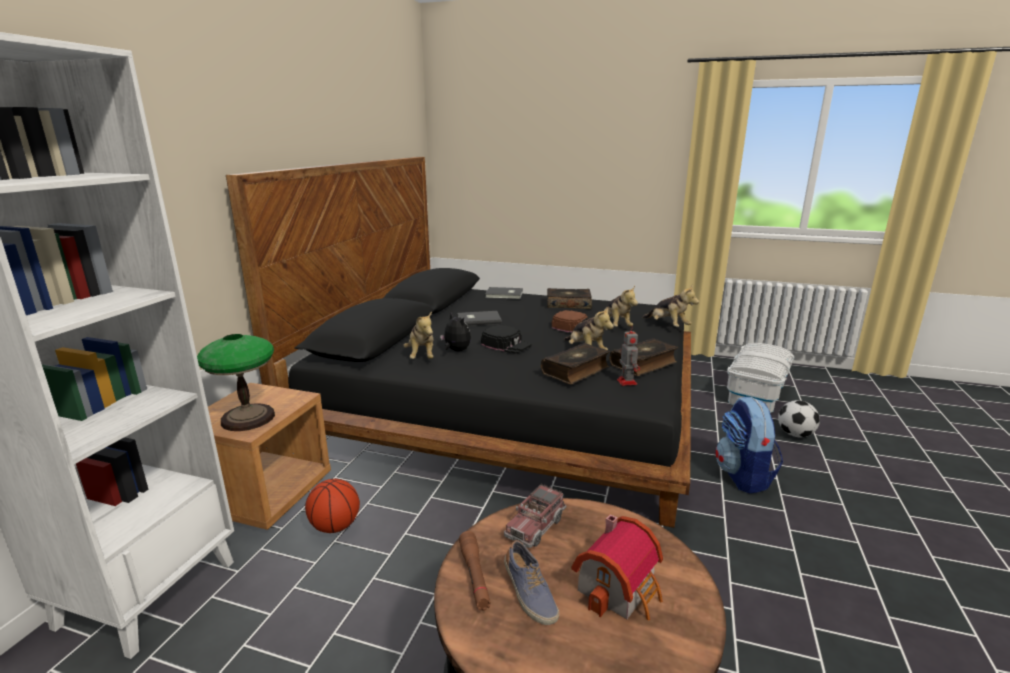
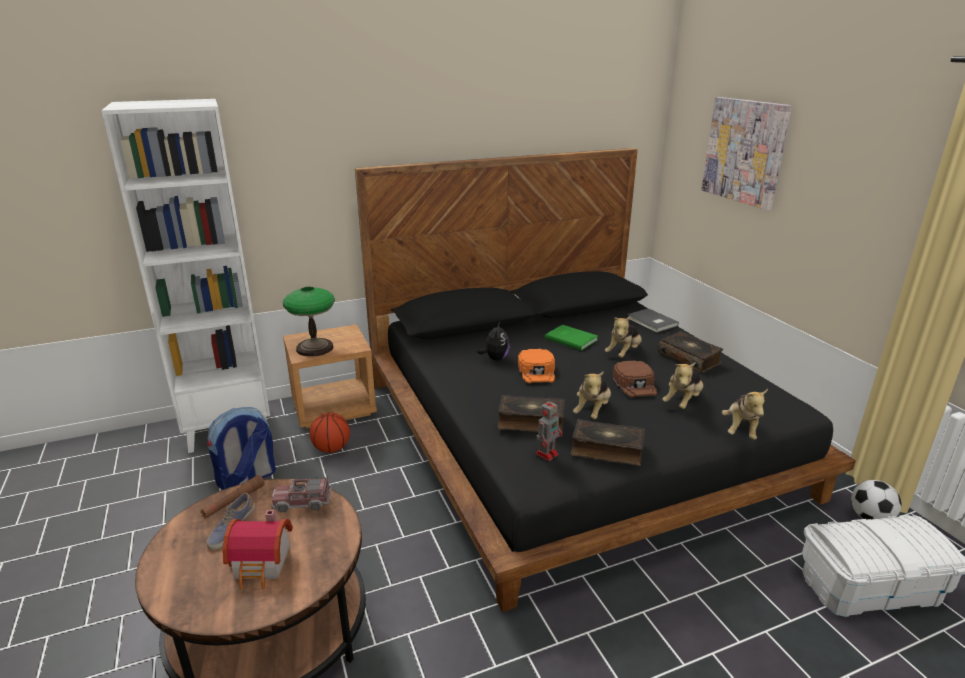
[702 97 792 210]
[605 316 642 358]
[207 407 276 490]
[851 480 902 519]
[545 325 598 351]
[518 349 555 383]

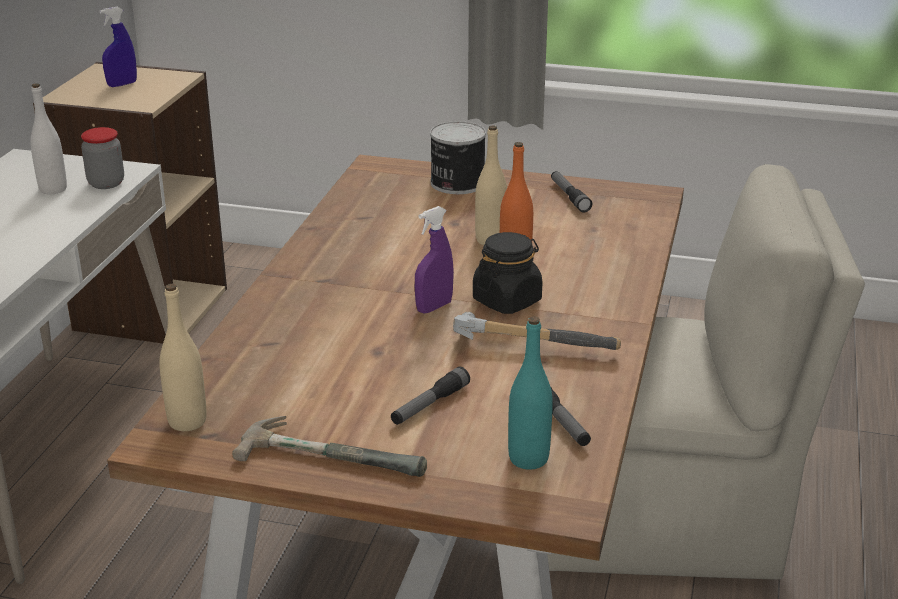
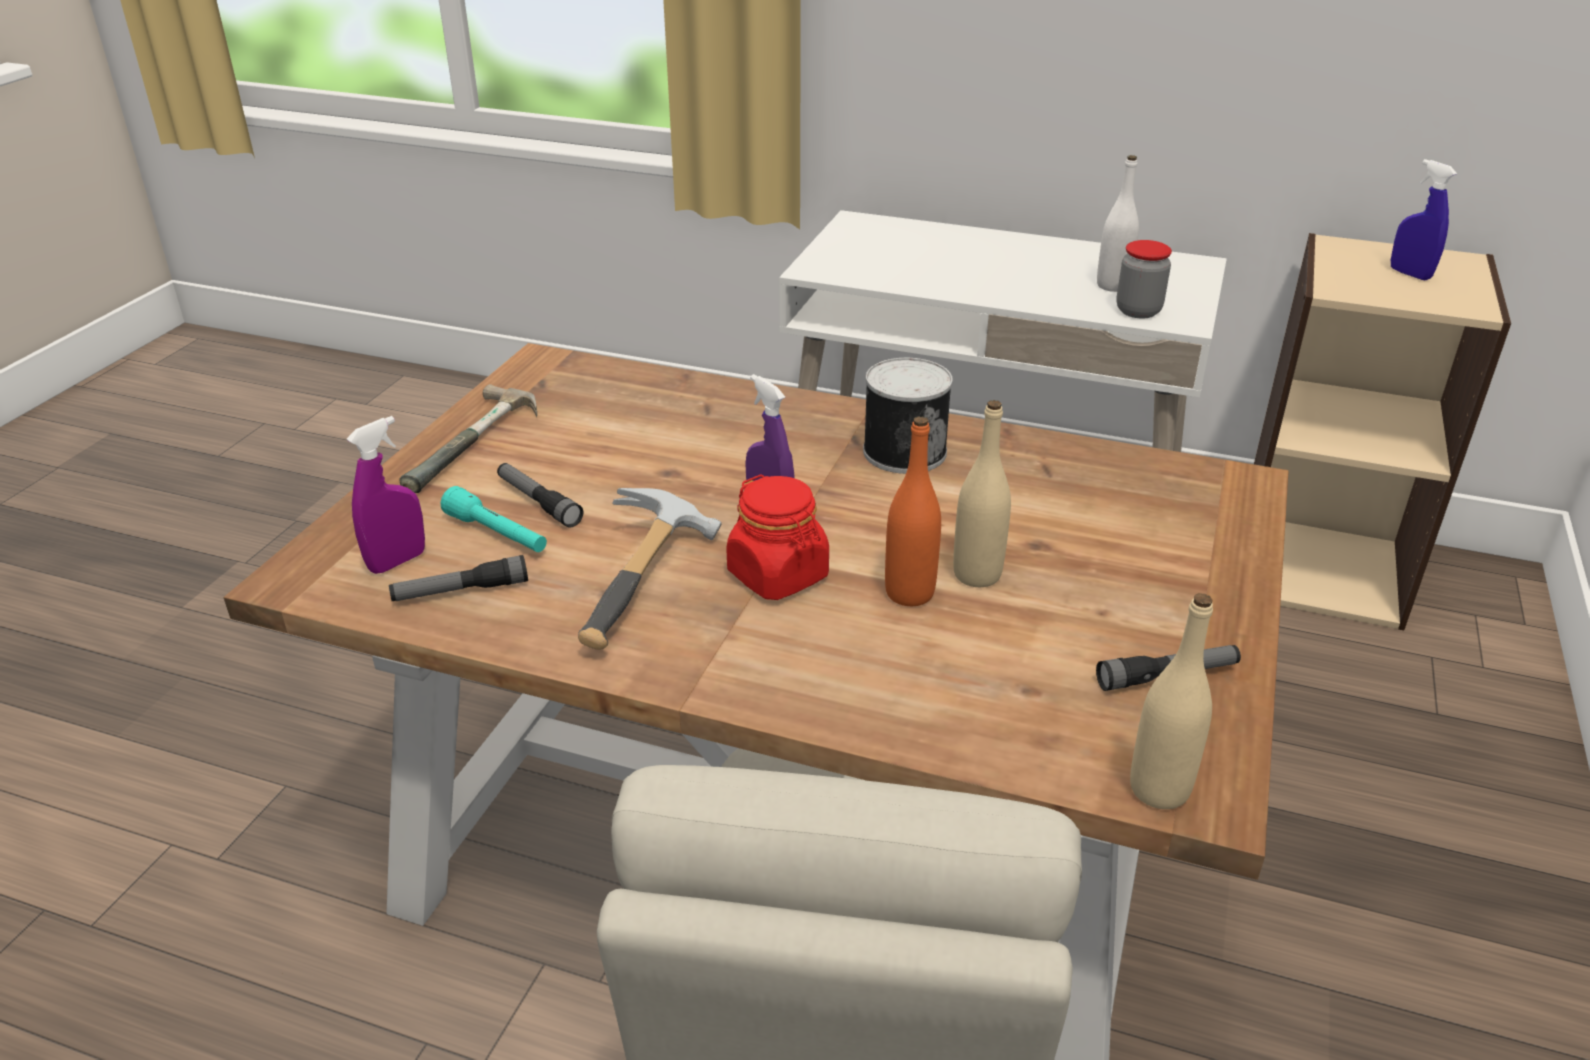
[441 486 547 552]
[1130 593 1213 809]
[863 358 953 474]
[347 416 425 574]
[726 474 829 600]

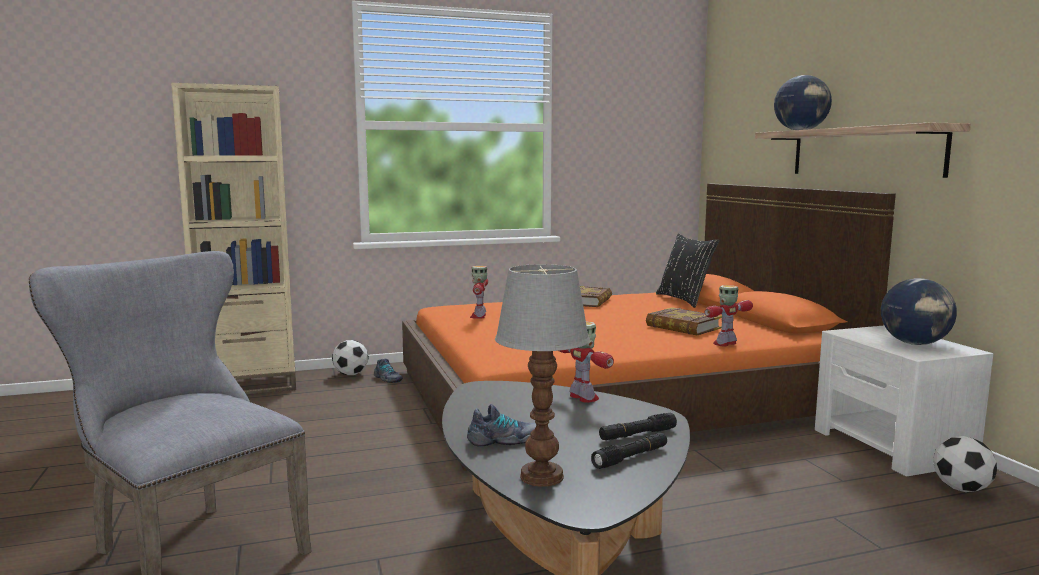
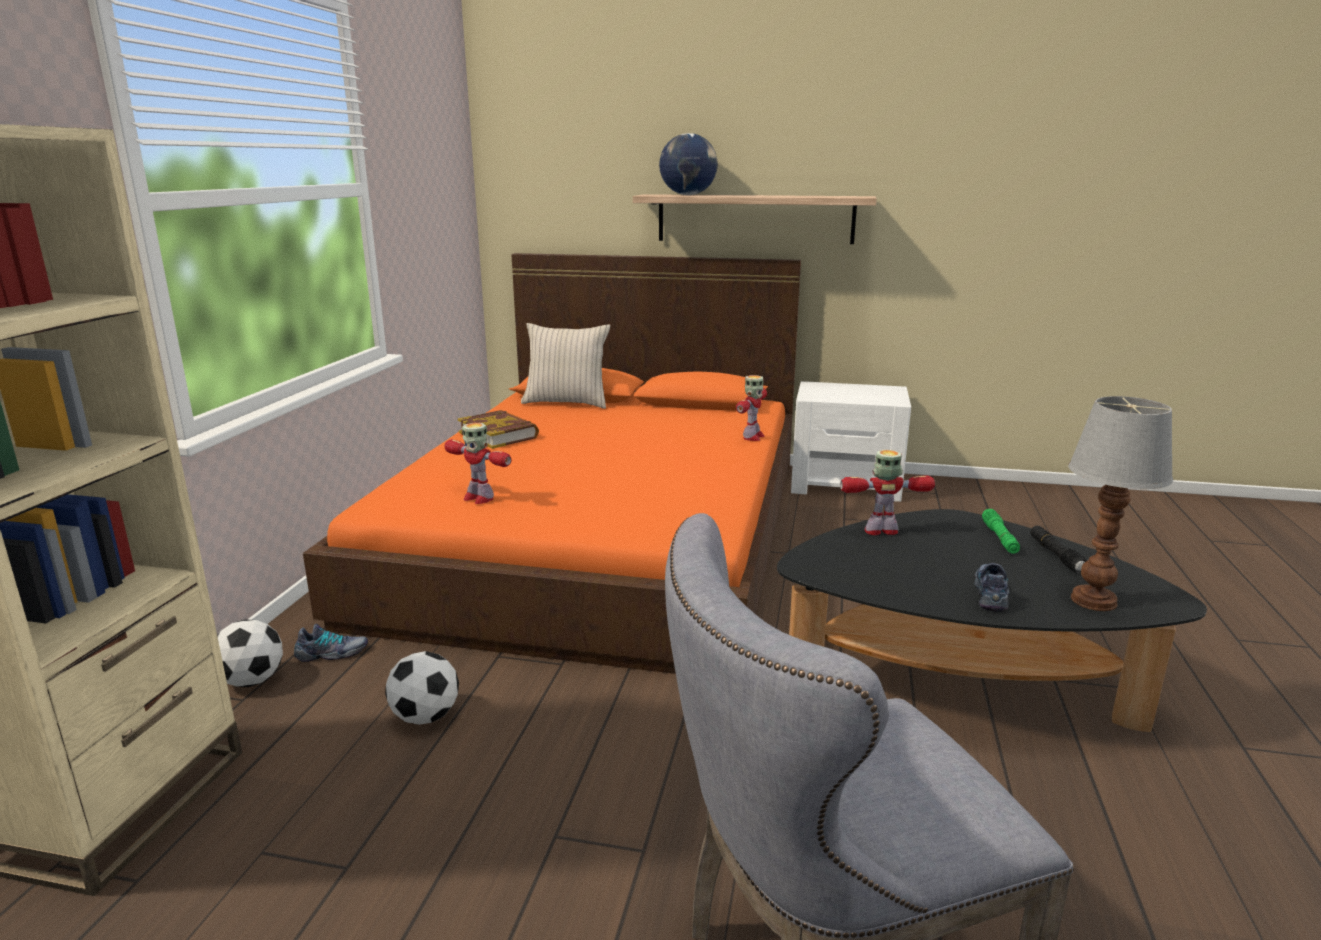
[646 307 722 335] (first image)
[881 278 957 345] (first image)
[385 651 459 725]
[982 509 1020 554]
[521 323 610 409]
[736 375 767 441]

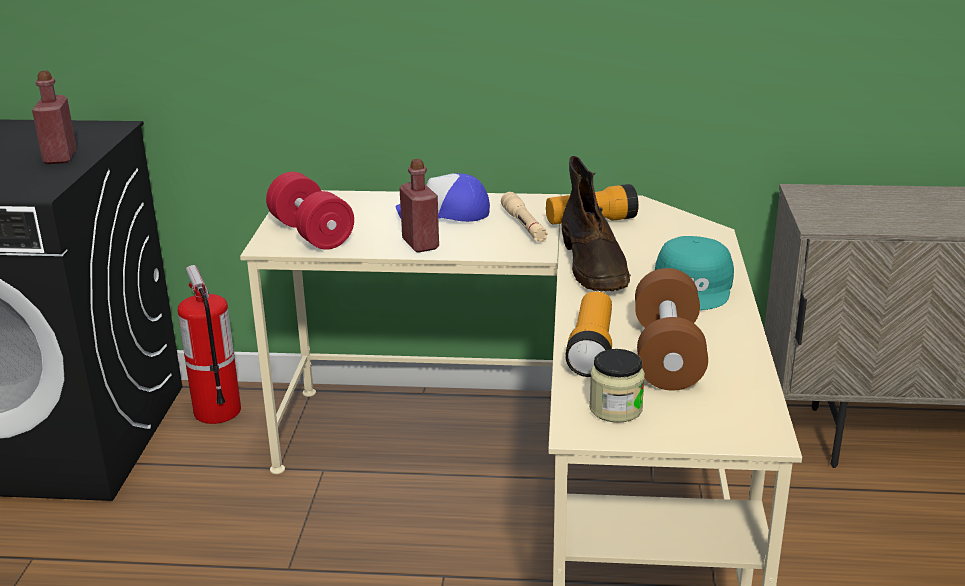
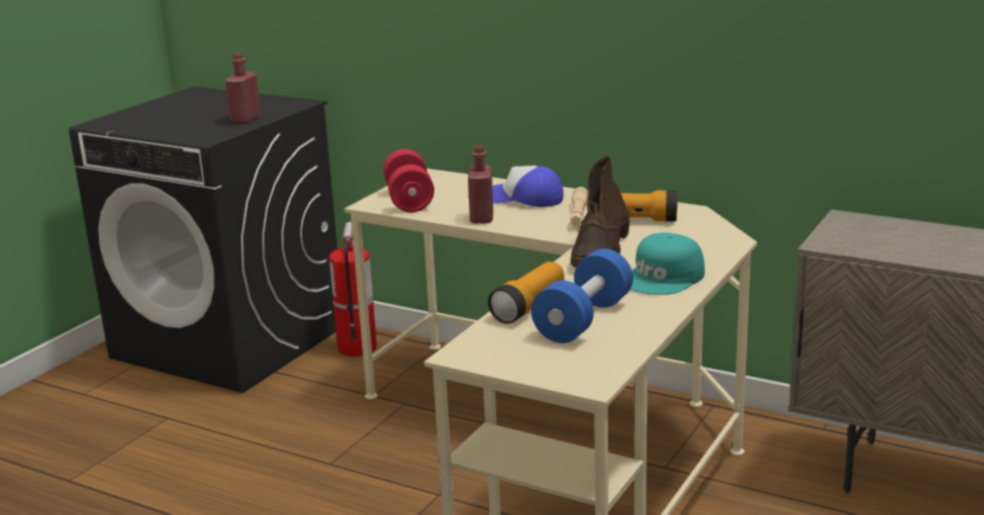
[589 349 645 423] (first image)
[531 249 633 343]

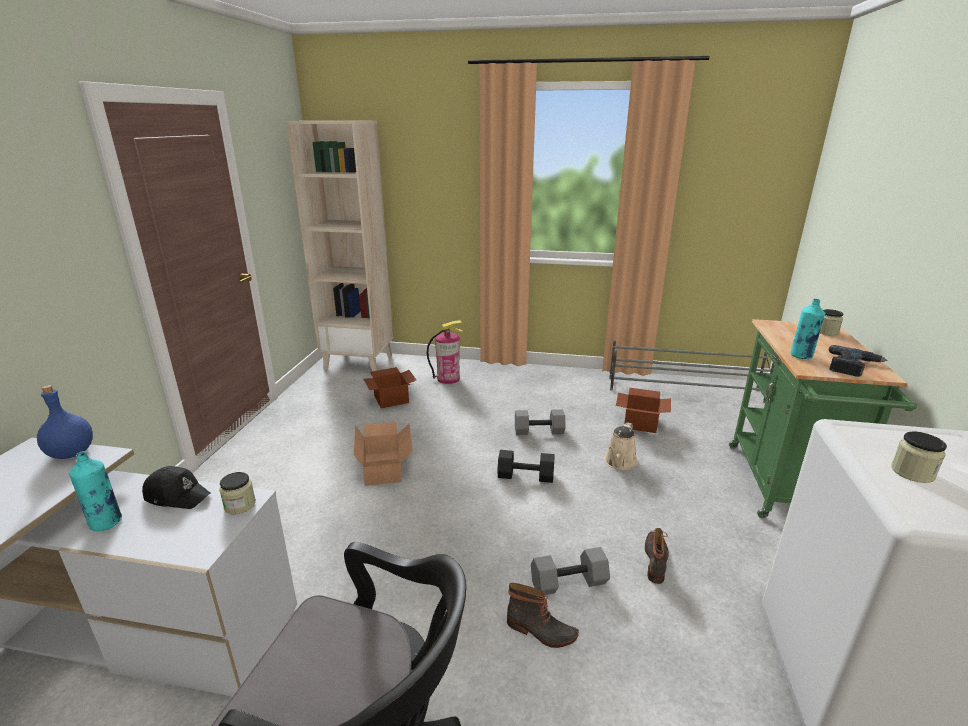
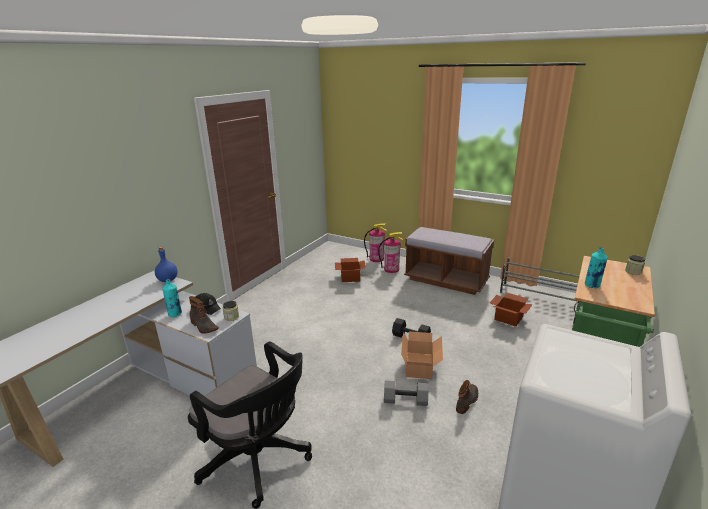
[286 121 393 371] (first image)
[515 409 566 435] (first image)
[604 422 638 470] (first image)
[829 345 887 377] (first image)
[891 432 947 483] (first image)
[364 223 387 262]
[404 227 494 295]
[401 331 443 379]
[189 296 219 334]

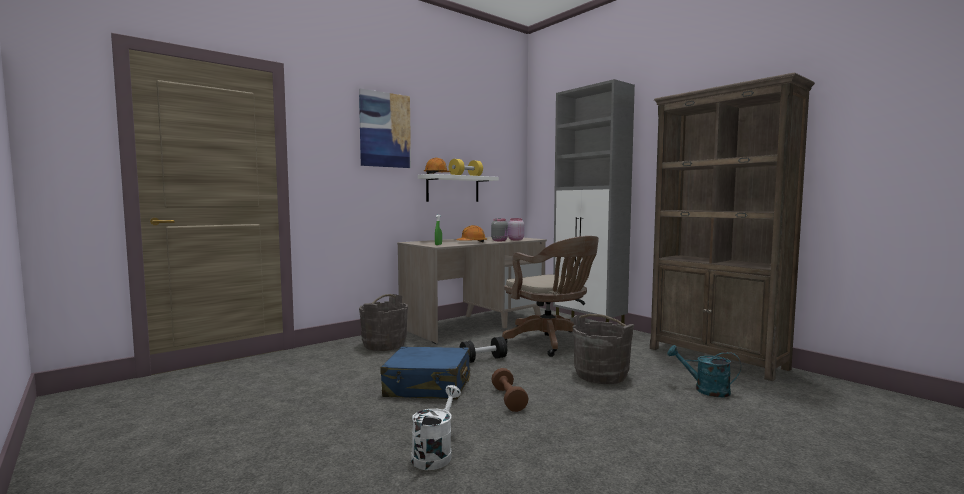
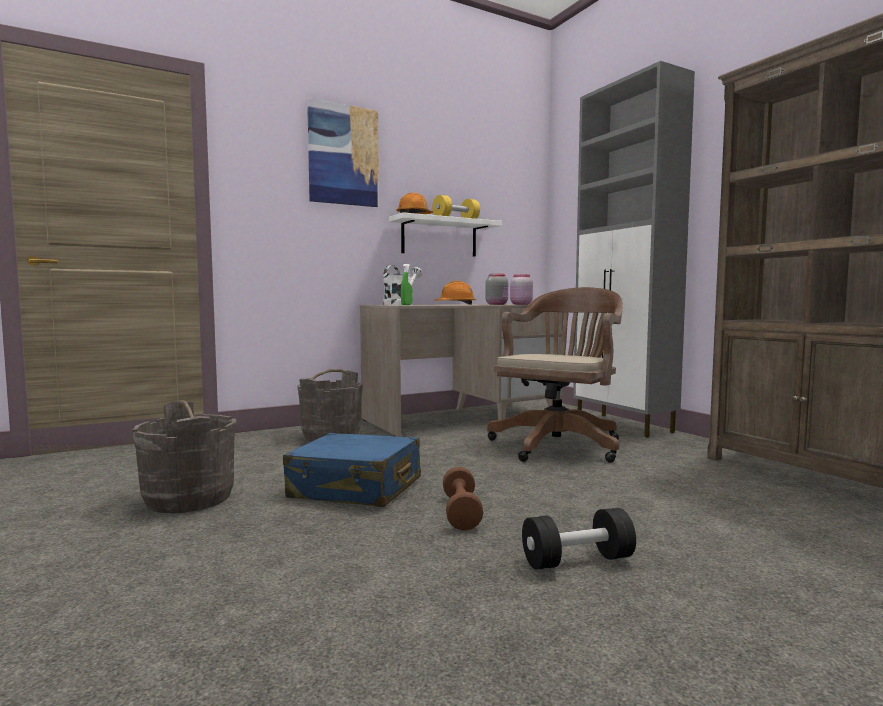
[667 345 741 397] (first image)
[383 265 423 305]
[522 508 636 570]
[132 400 237 513]
[487 287 623 463]

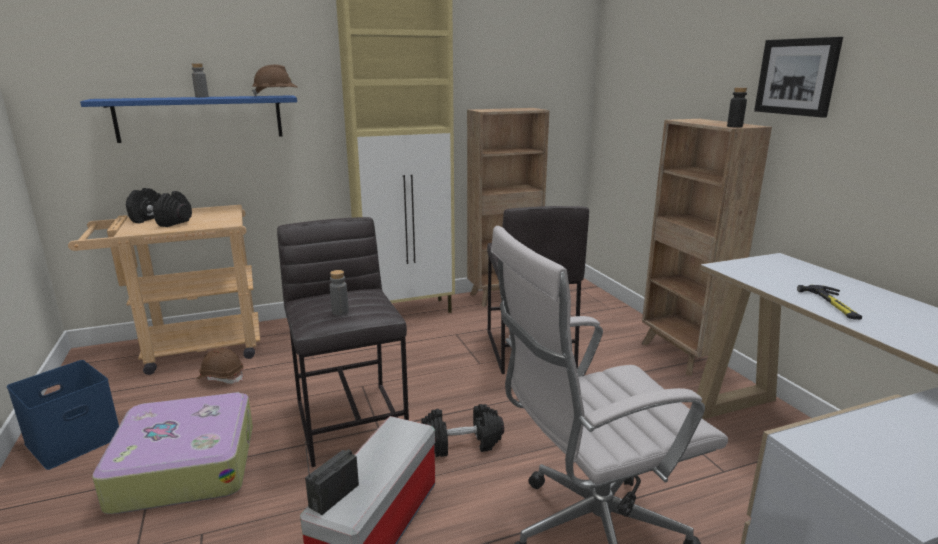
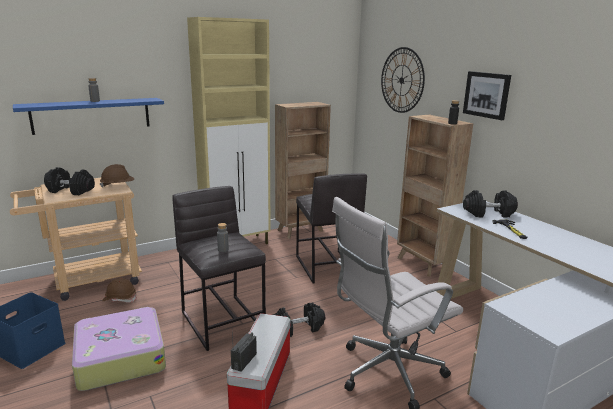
[381 47 425 113]
[463 190 518 218]
[100 164 134 188]

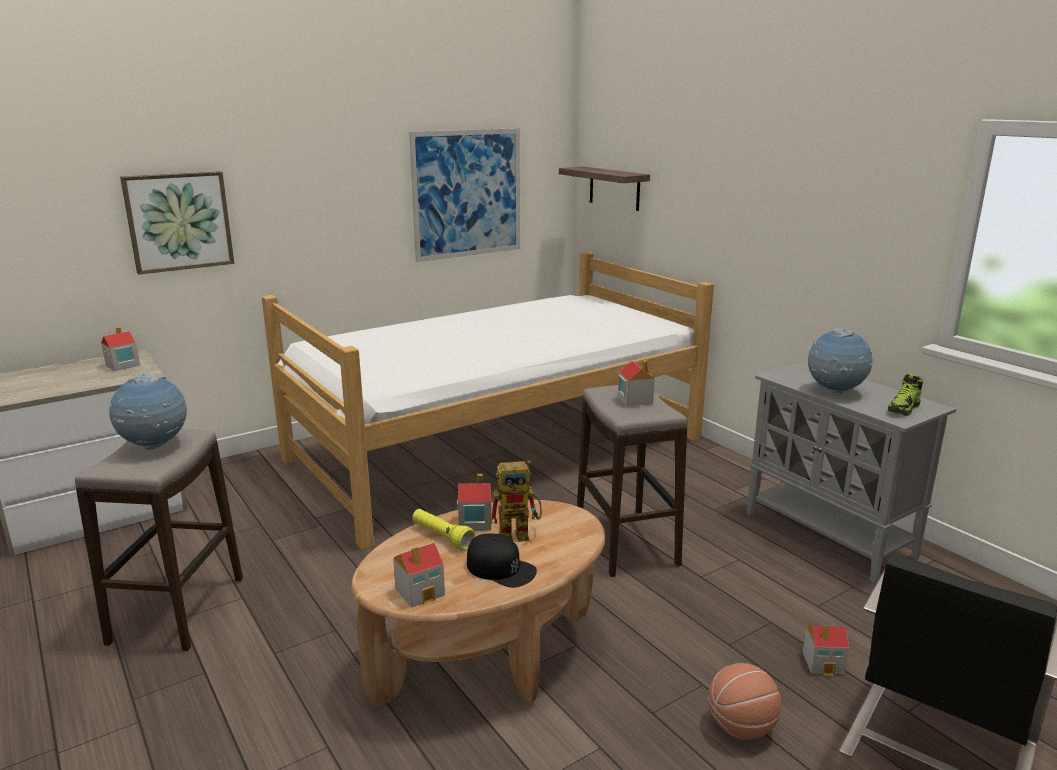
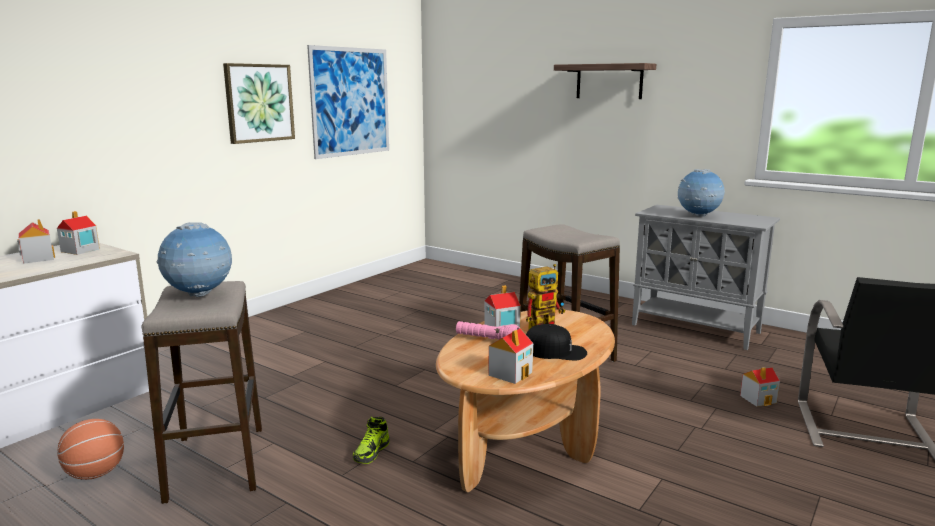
[262 252 714 550] (first image)
[223 63 295 144]
[554 63 656 99]
[17 219 55 264]
[57 419 124 480]
[353 417 390 464]
[456 321 520 340]

